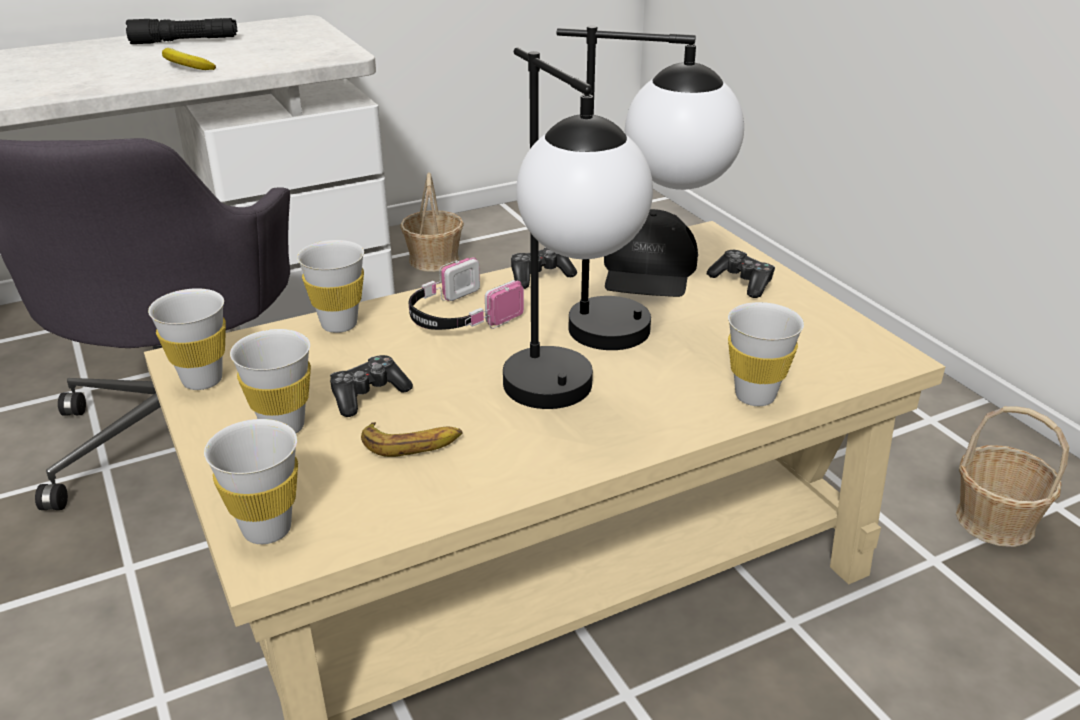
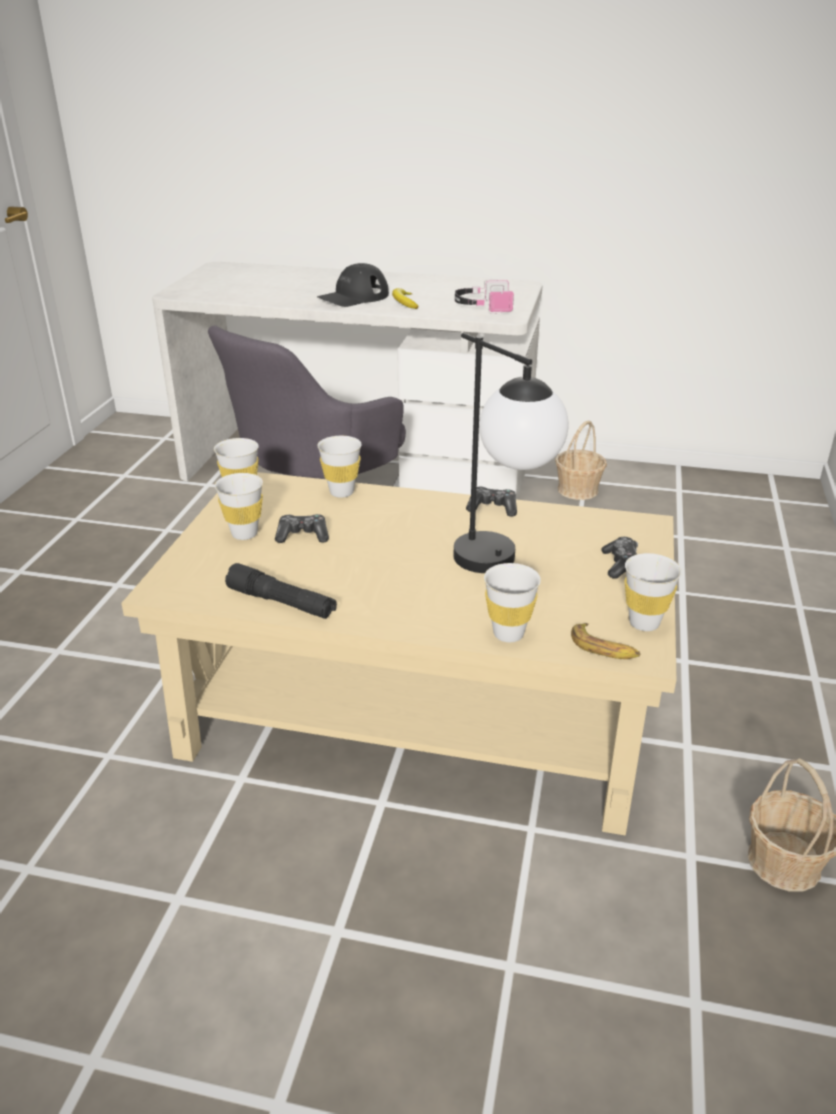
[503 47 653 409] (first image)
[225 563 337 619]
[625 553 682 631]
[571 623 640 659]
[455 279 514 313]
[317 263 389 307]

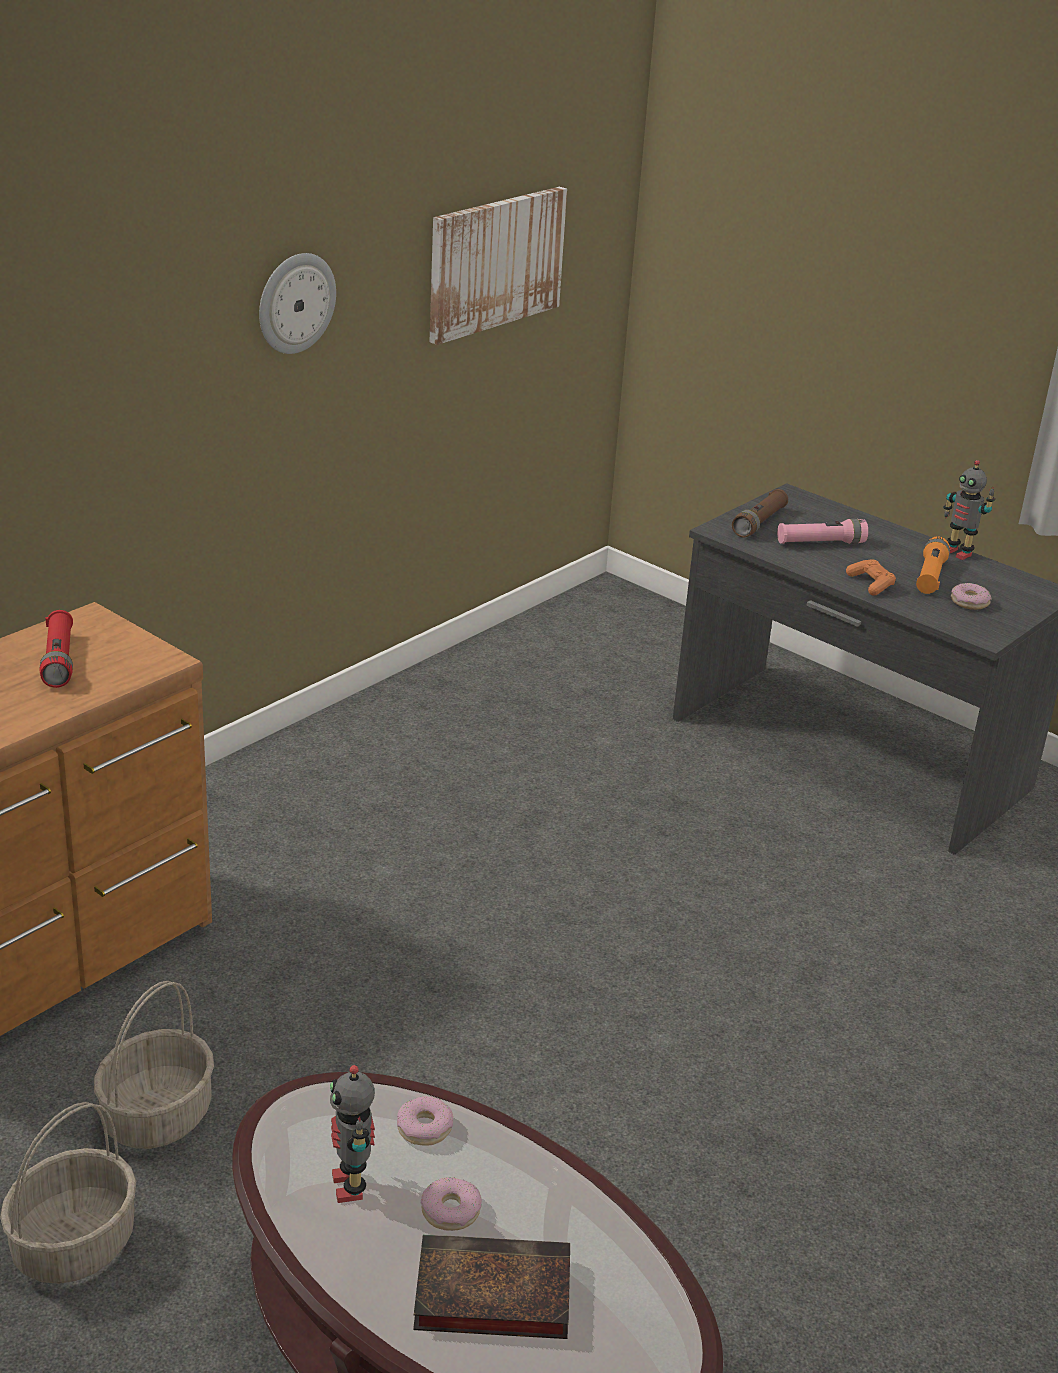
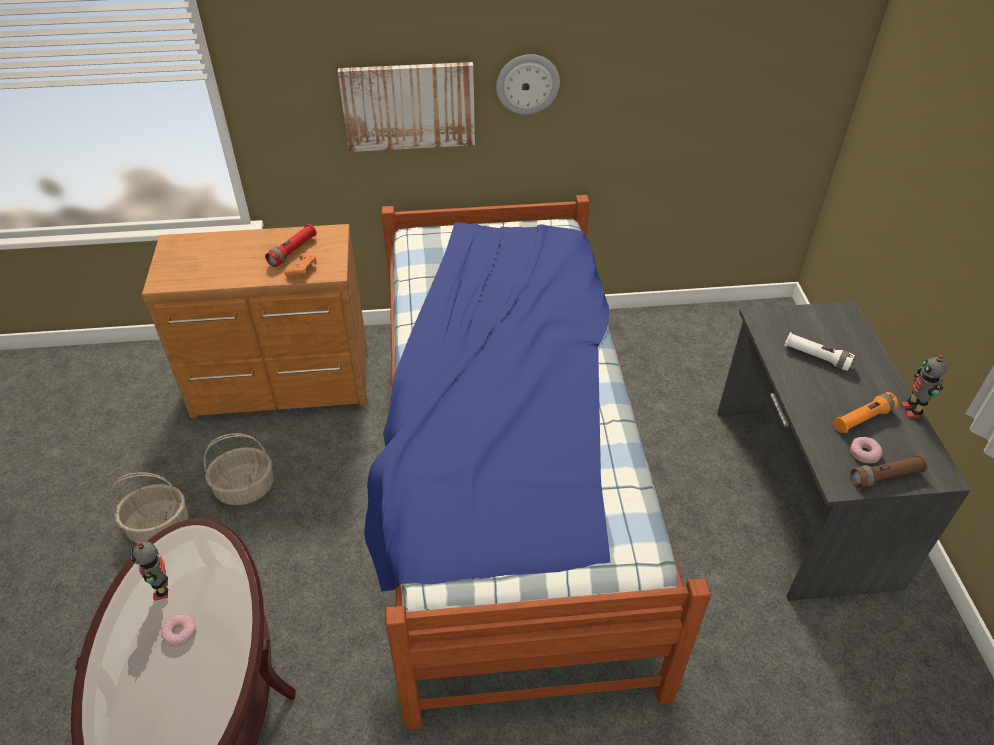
[397 1096 453 1146] (first image)
[413 1234 570 1339] (first image)
[364 195 711 730]
[338 62 475 152]
[850 454 927 488]
[285 253 317 277]
[784 332 855 371]
[131 541 168 601]

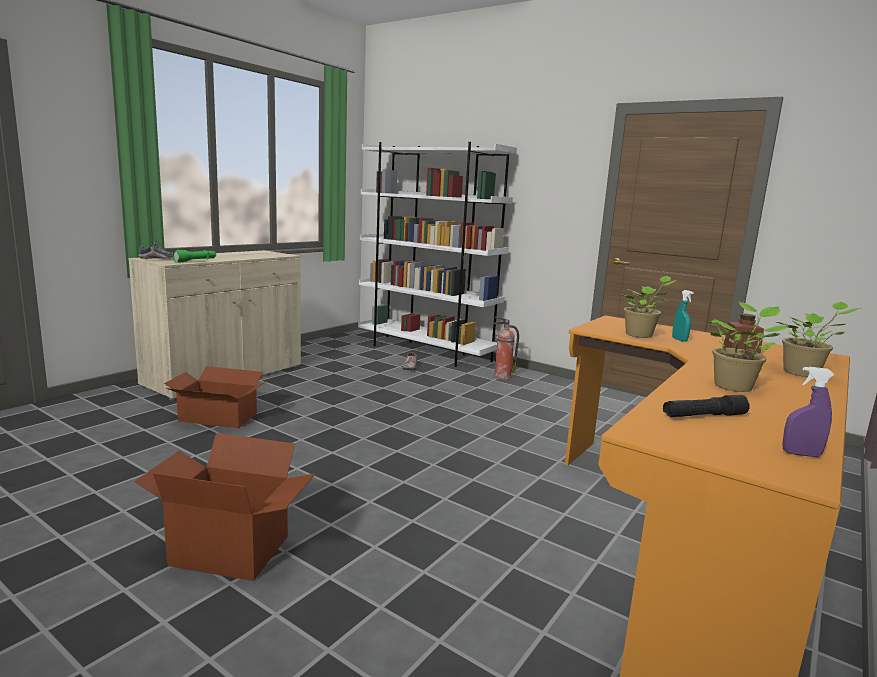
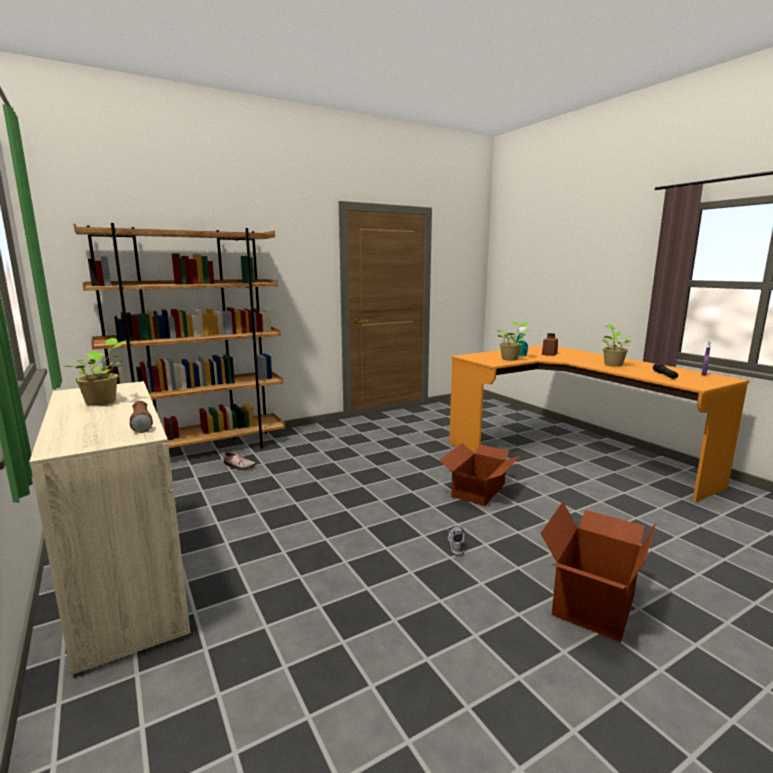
[492 317 519 380] (first image)
[447 526 469 556]
[439 443 521 506]
[67 338 127 406]
[130 401 153 433]
[74 223 286 449]

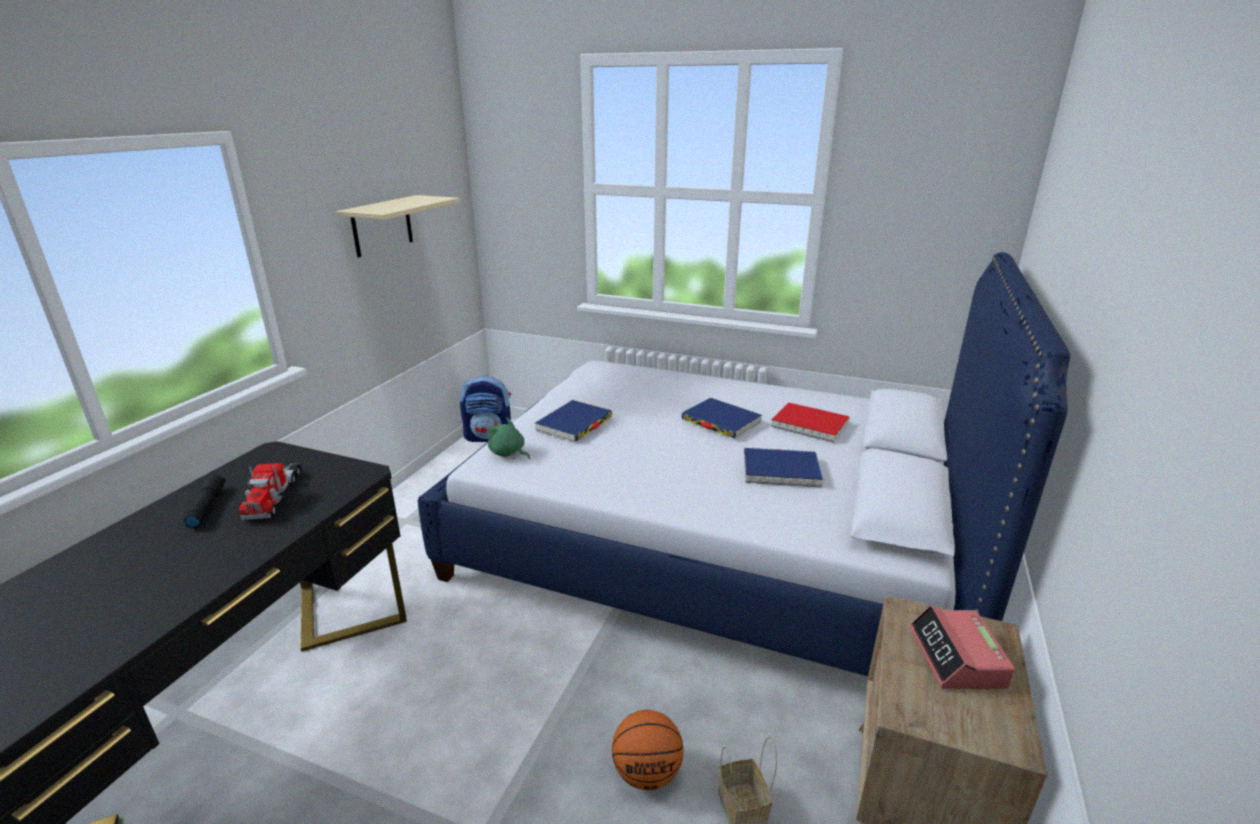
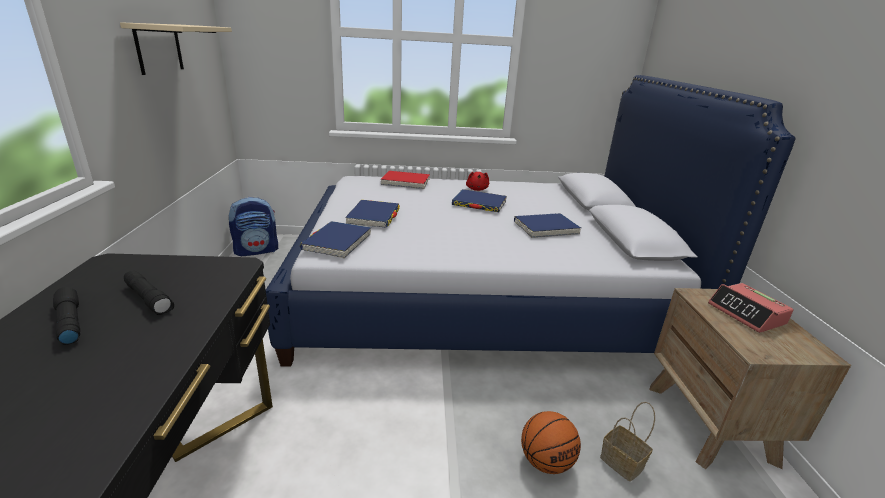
[466 171 489 191]
[380 171 430 189]
[124 271 174 315]
[300 221 371 259]

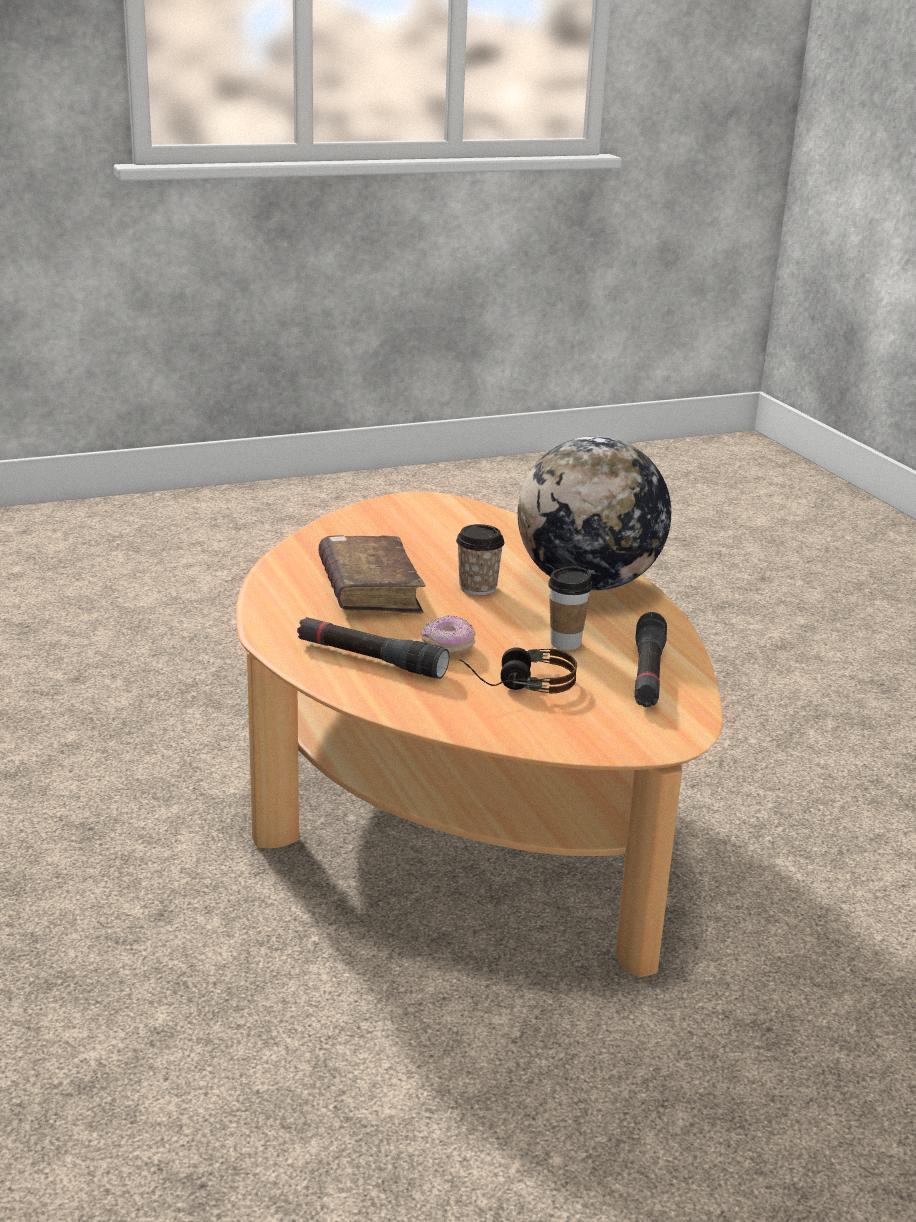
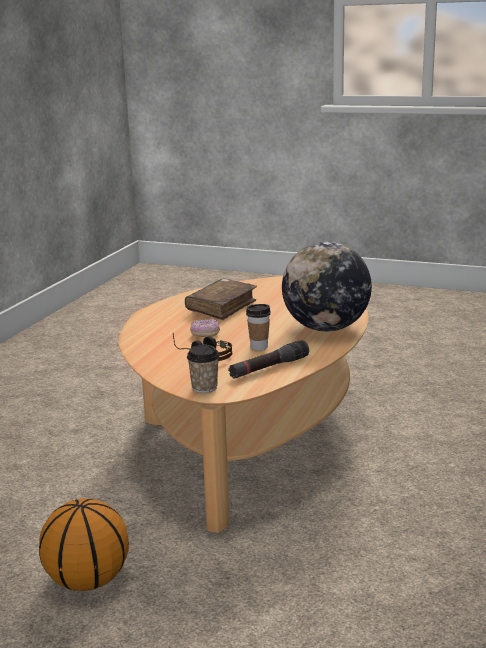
[297 617 449 679] (first image)
[39 498 129 591]
[187 345 220 393]

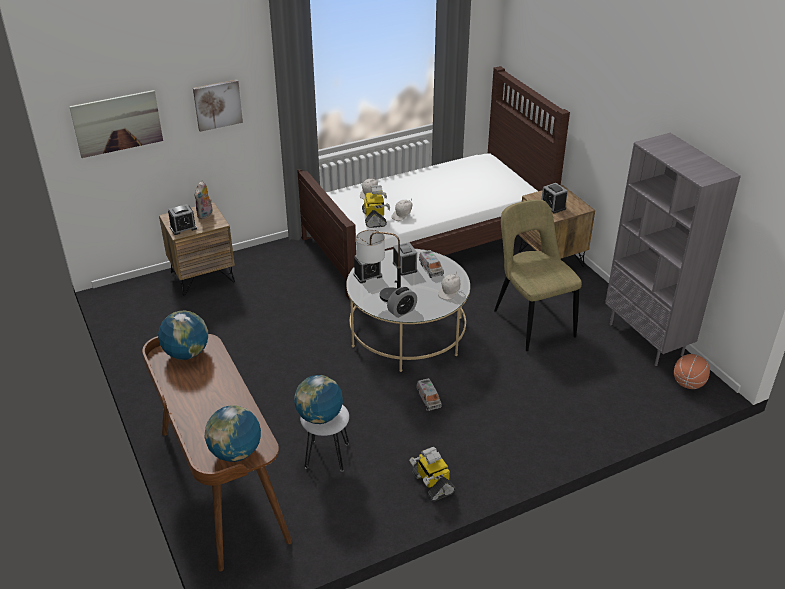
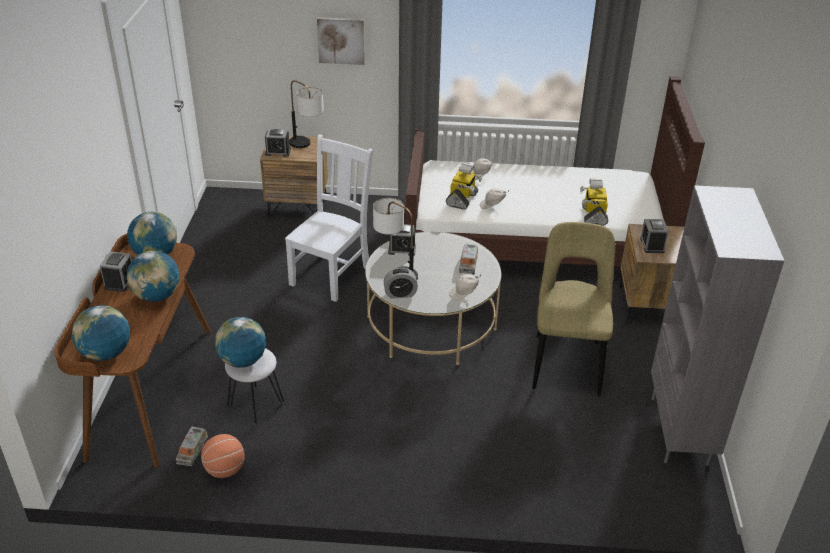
[69 90 163 158] (first image)
[126 251 180 302]
[285 135 373 302]
[100 252 132 292]
[580 178 608 226]
[176 427 208 467]
[201 434 245 478]
[289 80 324 148]

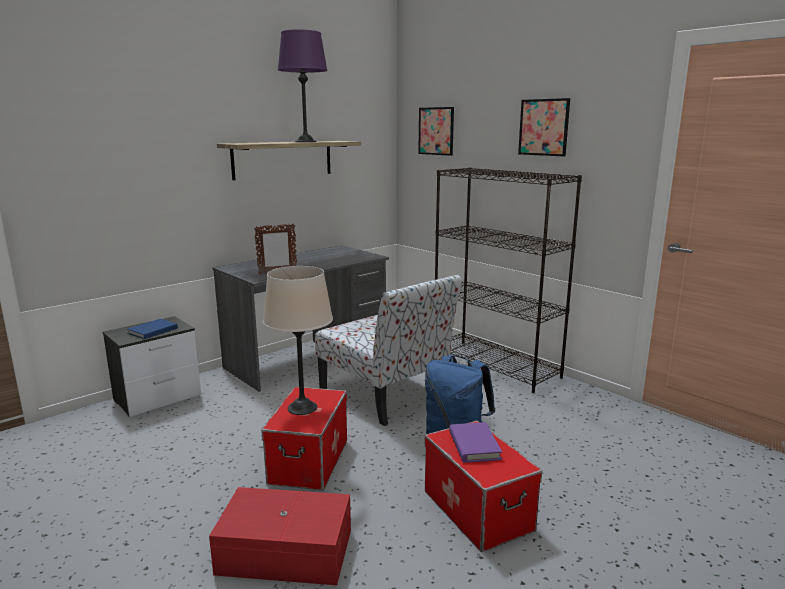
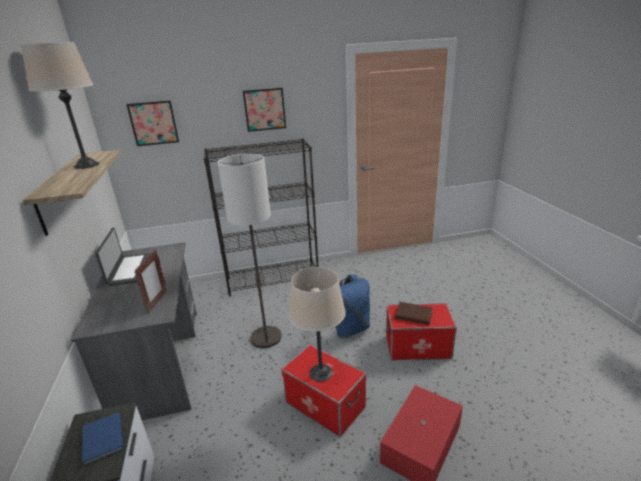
[95 227 152 286]
[218 154 281 348]
[21 42 99 169]
[395 302 433 325]

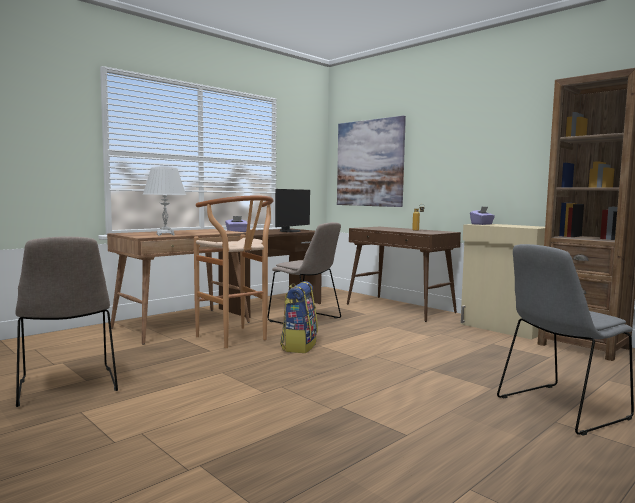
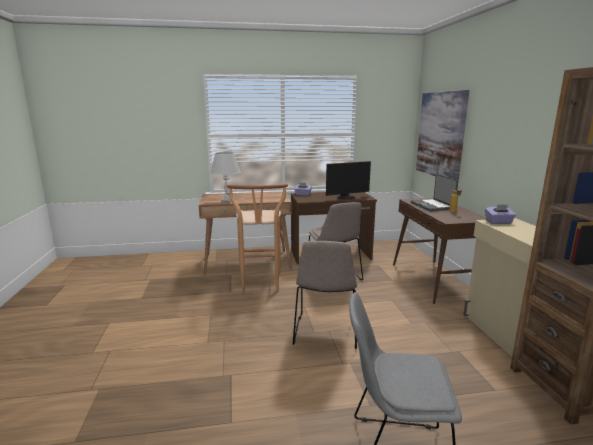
[280 281 318 353] (first image)
[411 174 458 211]
[293 241 357 349]

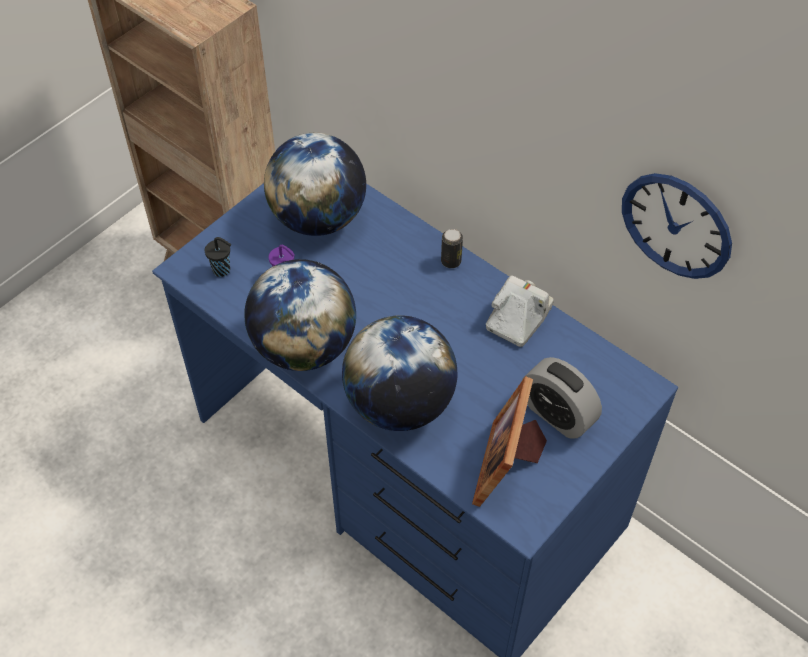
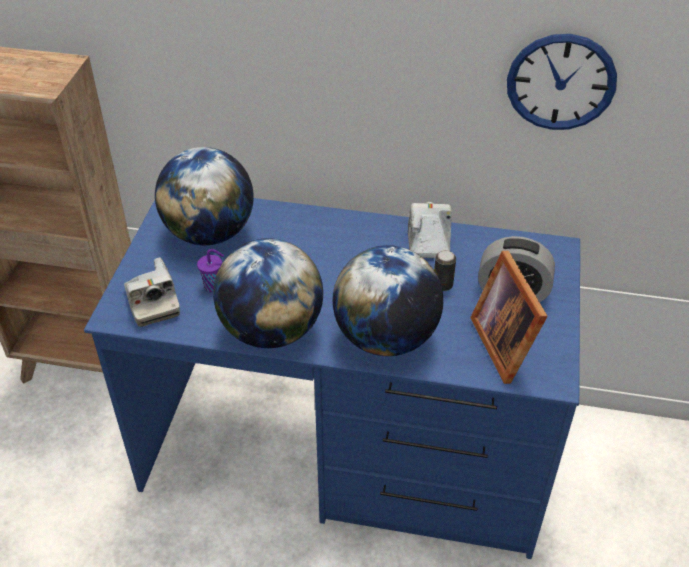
[434 250 456 291]
[124 258 180 327]

